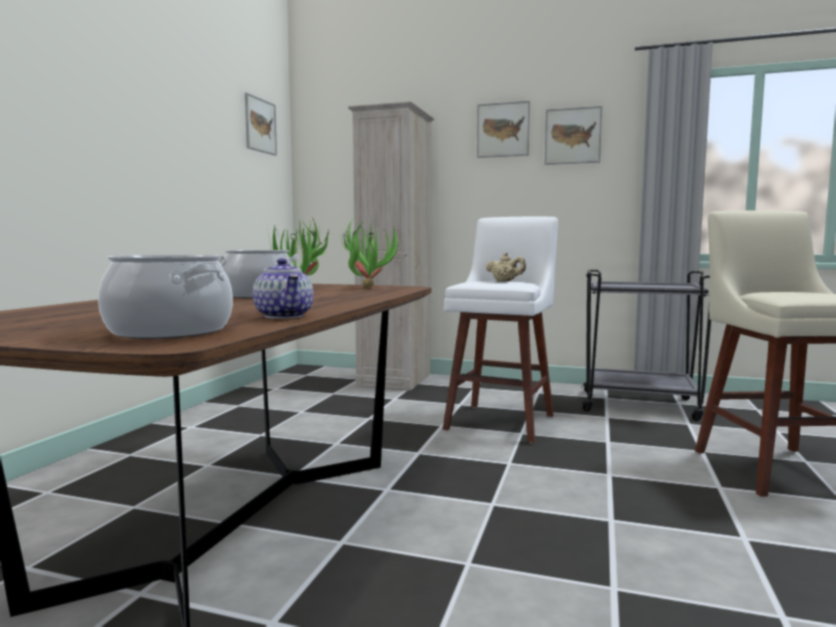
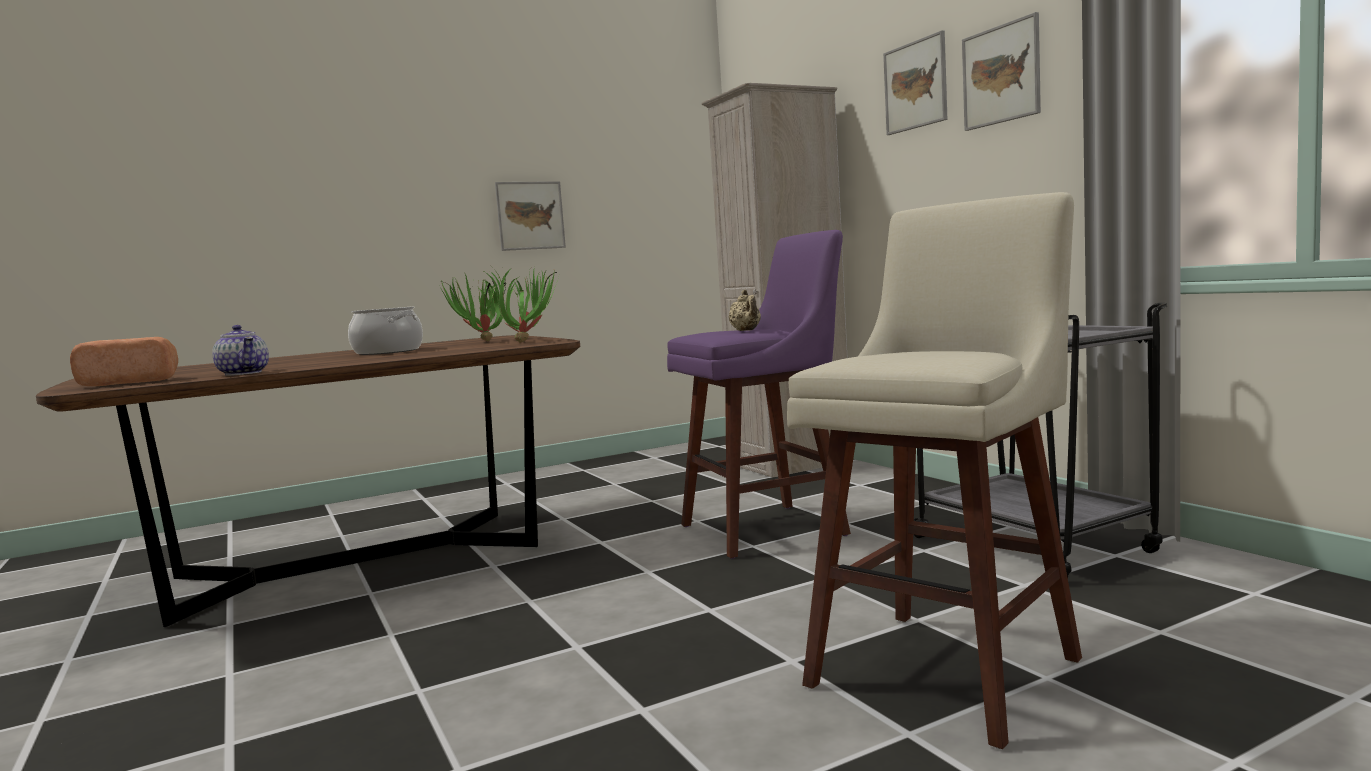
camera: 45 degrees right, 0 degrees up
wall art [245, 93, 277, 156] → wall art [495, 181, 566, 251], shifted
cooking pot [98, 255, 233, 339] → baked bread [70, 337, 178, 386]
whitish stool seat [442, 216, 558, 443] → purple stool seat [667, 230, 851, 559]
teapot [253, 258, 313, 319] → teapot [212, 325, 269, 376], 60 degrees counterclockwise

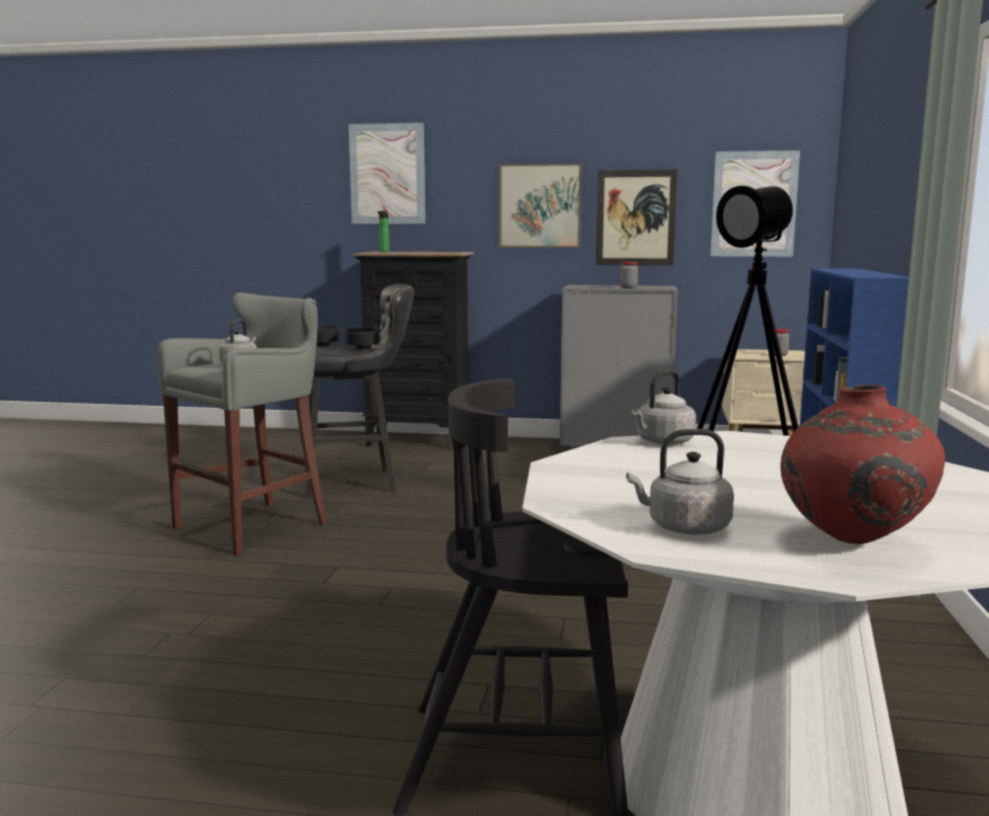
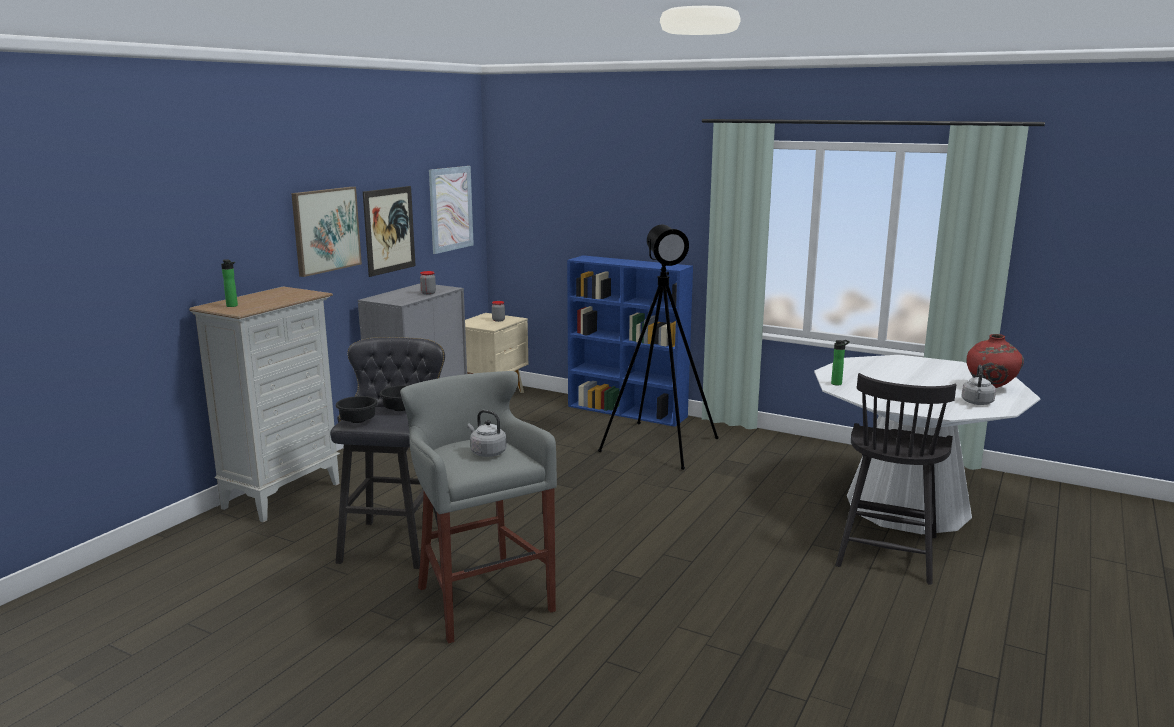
camera: 70 degrees left, 5 degrees up
wall art [349, 123, 425, 224] → -
gray water kettle [632, 370, 696, 445] → bottle [831, 340, 850, 385]
black-coloured dresser [353, 252, 474, 450] → whitish dresser [189, 286, 340, 522]

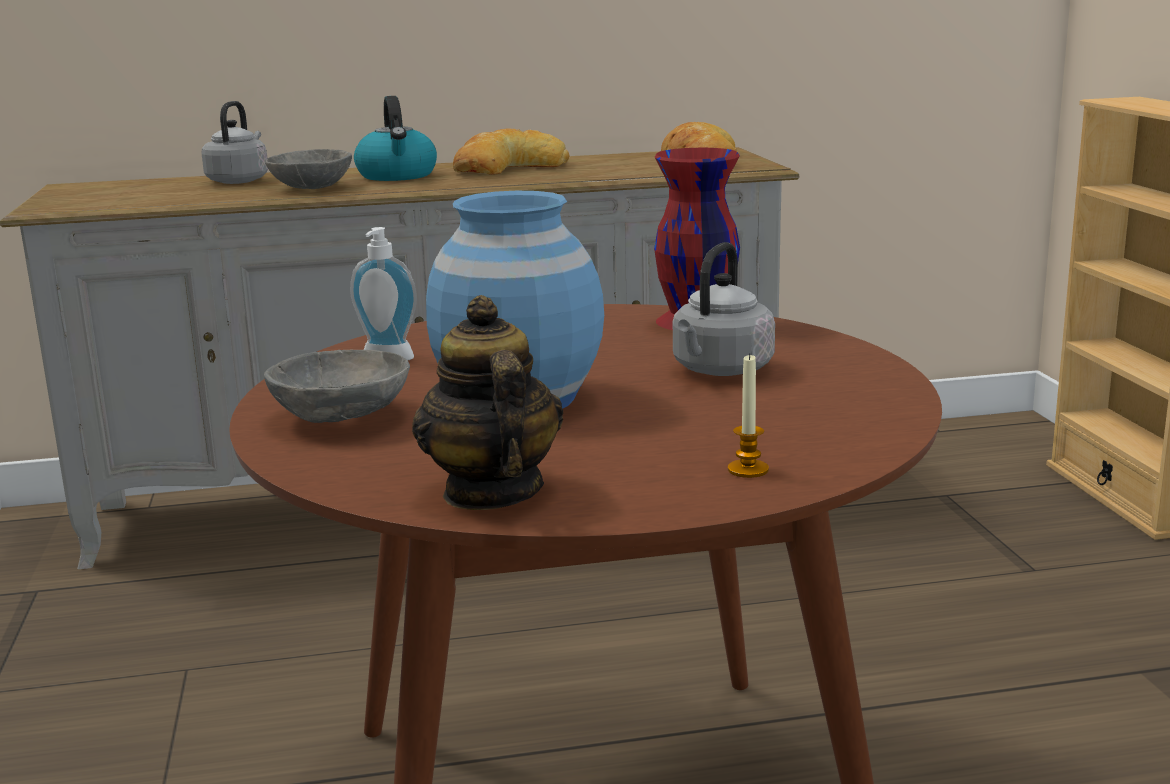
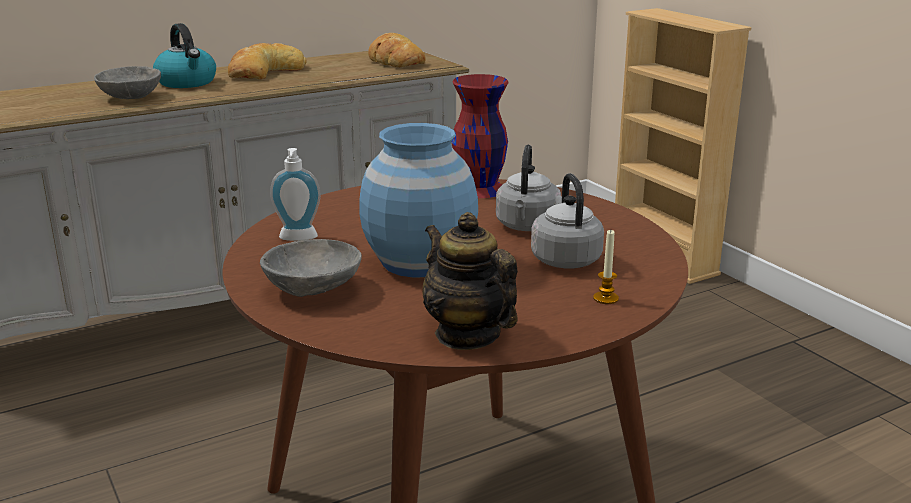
camera: 20 degrees left, 5 degrees up
gray water kettle [201, 101, 268, 184] → gray water kettle [531, 173, 604, 268], shifted

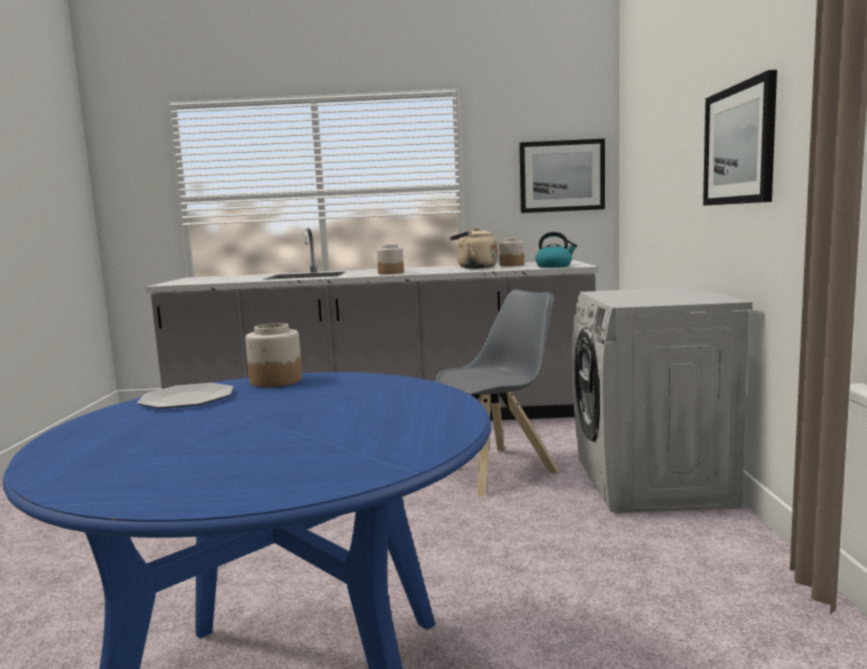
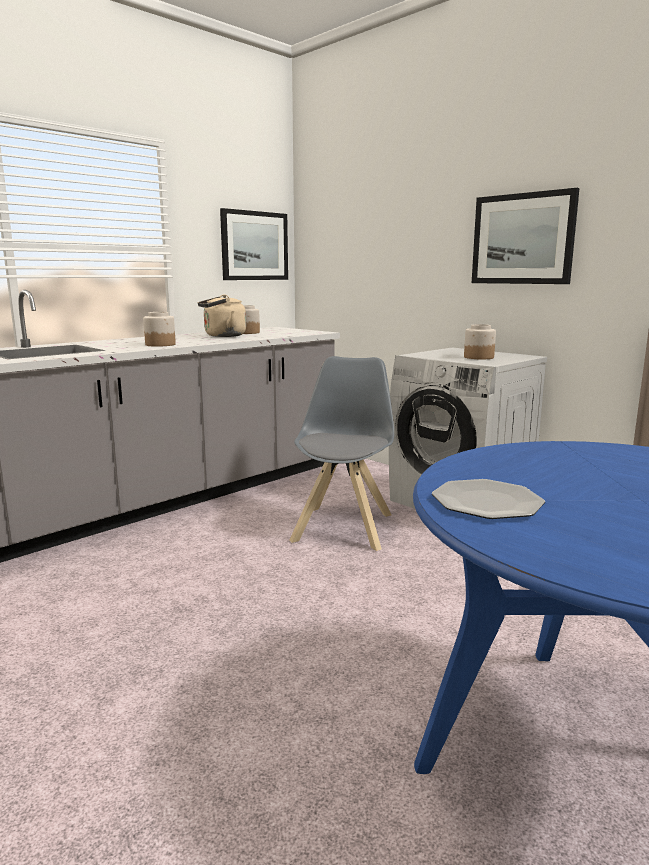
camera: 45 degrees left, 5 degrees up
water kettle [535, 232, 577, 268] → -
jar [245, 323, 302, 387] → jar [464, 324, 496, 359], shifted

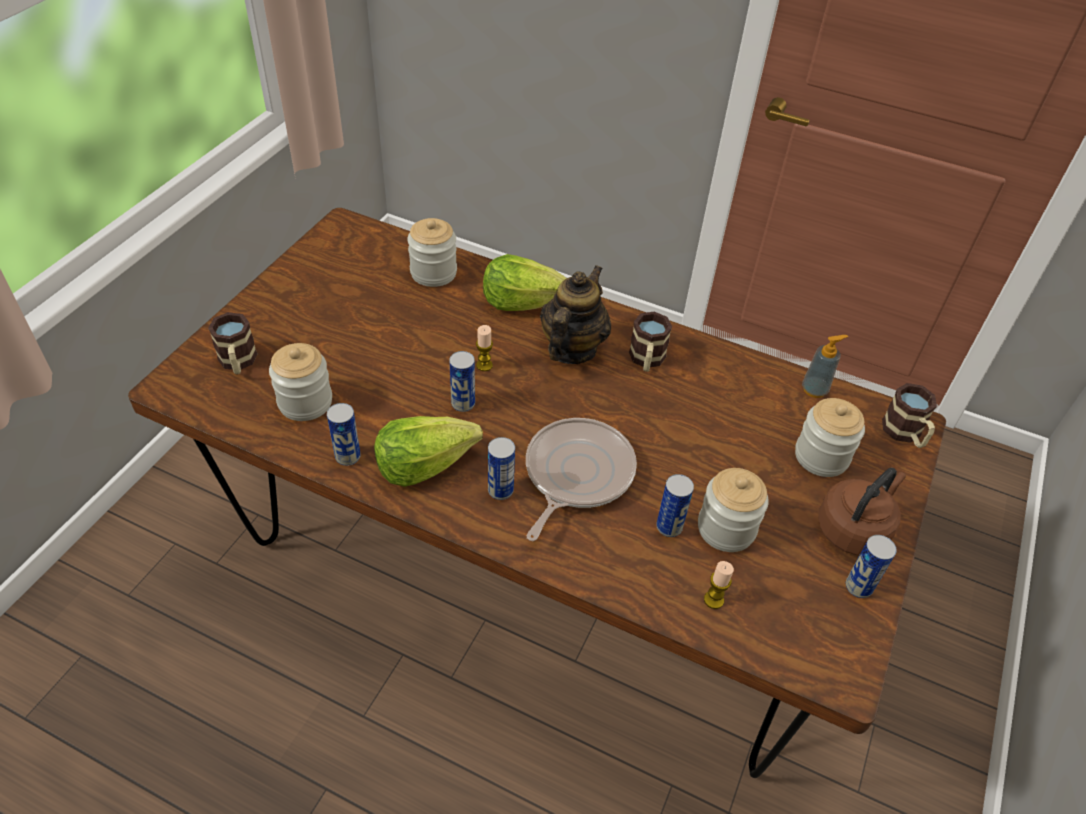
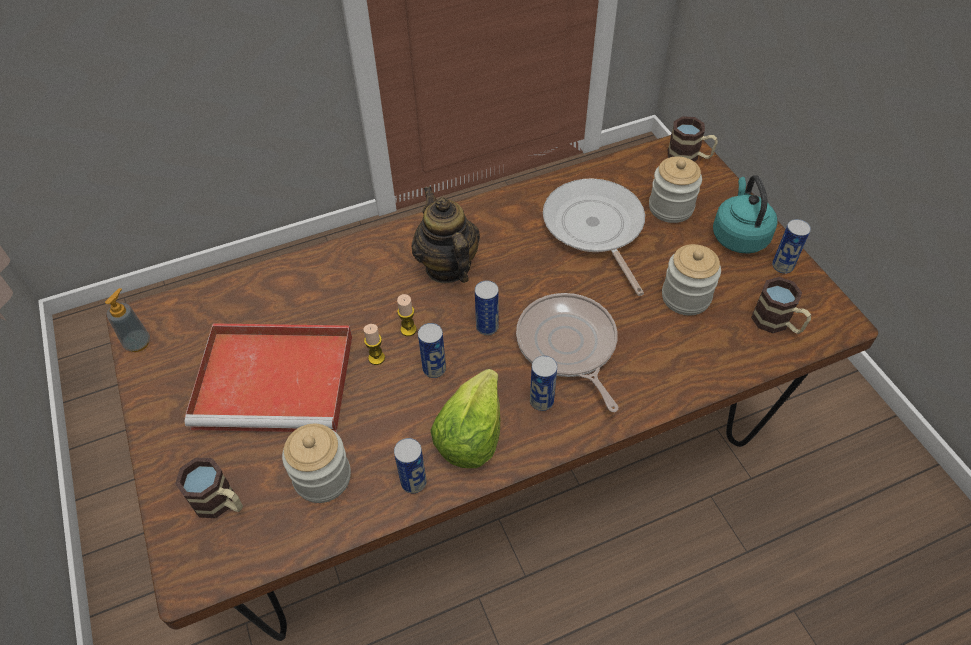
camera: 45 degrees left, 5 degrees up
jar [407, 218, 457, 287] → -
lettuce head [483, 254, 567, 311] → -
- → red-coloured serving tray [185, 323, 352, 433]
- → pan [543, 178, 645, 296]
coffee mug [629, 312, 672, 372] → coffee mug [751, 277, 811, 334], shifted
can [656, 474, 694, 537] → can [475, 281, 499, 335], shifted
candle [704, 561, 734, 609] → candle [363, 324, 385, 365], shifted
liquid soap bottle [802, 335, 848, 398] → liquid soap bottle [105, 288, 150, 352], shifted
brown-coloured water kettle [818, 468, 906, 555] → turquoise-coloured water kettle [713, 175, 777, 254]

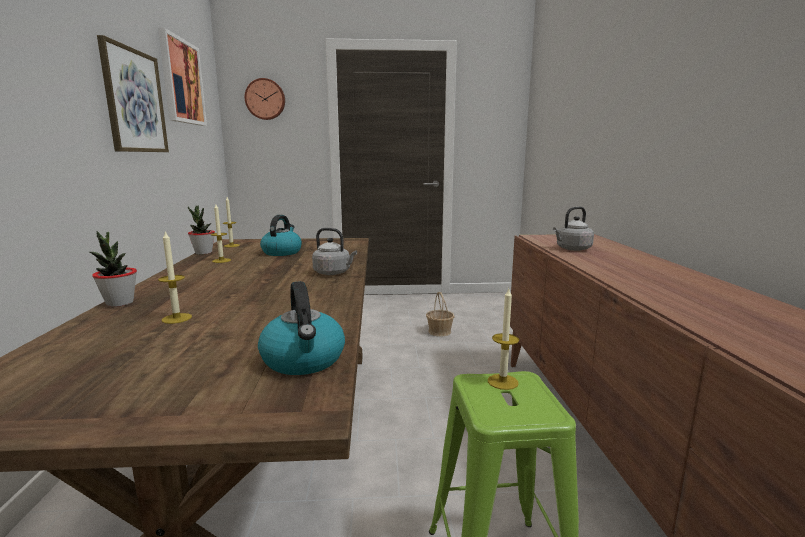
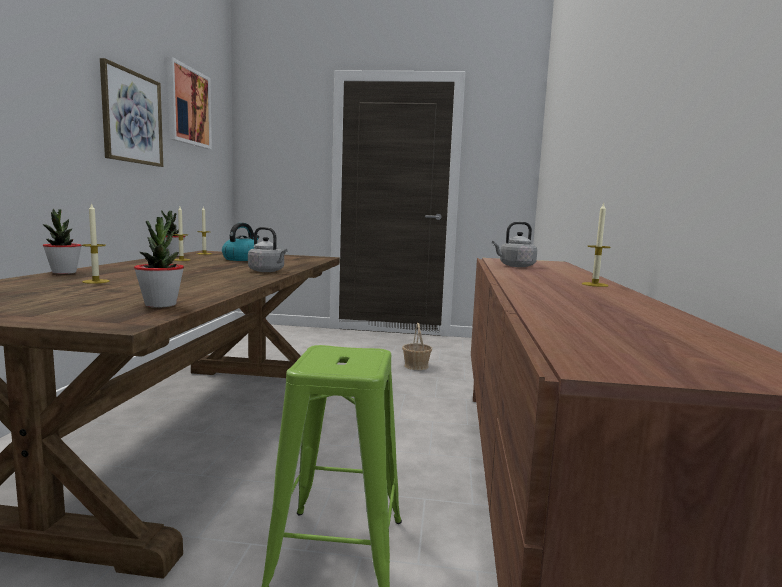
camera: 10 degrees right, 5 degrees down
hanging clock [245, 78, 285, 120] → -
candle [488, 289, 519, 390] → candle [582, 203, 611, 287], shifted
water kettle [258, 281, 345, 375] → houseplant [134, 217, 184, 308]

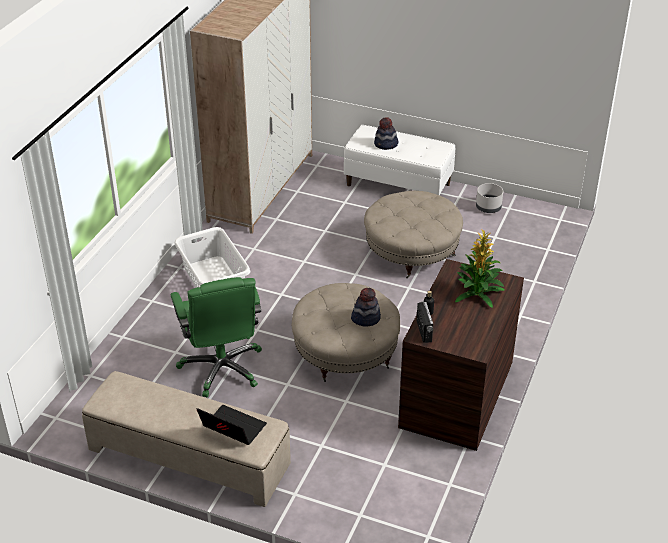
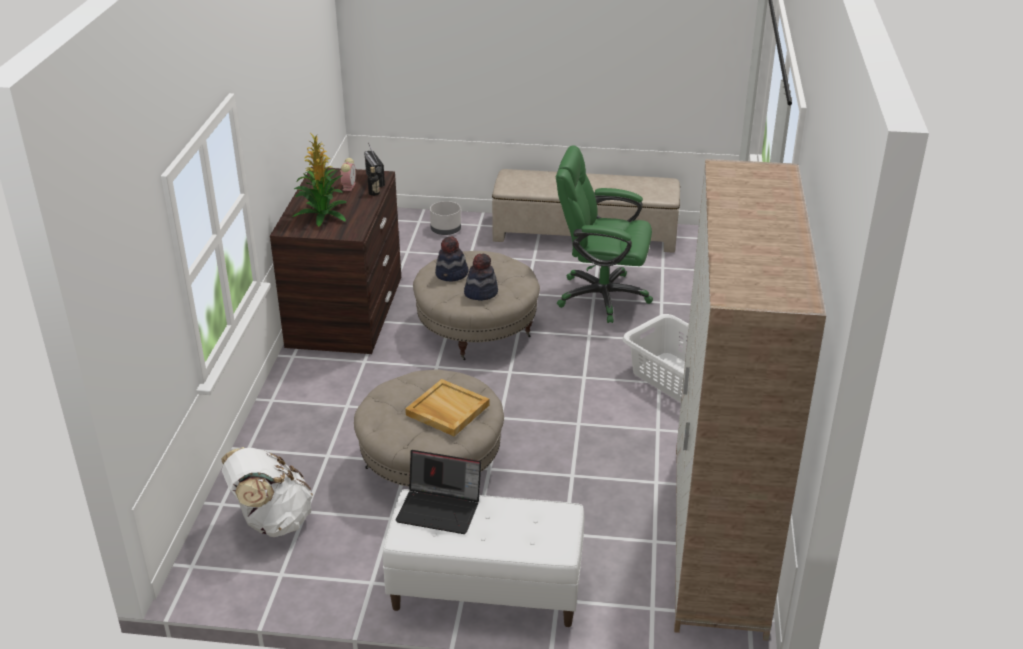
camera: 165 degrees right, 5 degrees down
- → whitish knapsack [221, 447, 313, 537]
- → table clock [340, 158, 356, 191]
- → sand-coloured serving tray [405, 379, 489, 436]
laptop [196, 405, 267, 445] → laptop [396, 450, 481, 534], shifted
clothing hat [374, 117, 399, 150] → clothing hat [464, 254, 498, 301], shifted
gray planter [476, 183, 503, 213] → gray planter [430, 201, 461, 235], shifted
green desk chair [171, 277, 262, 397] → green desk chair [556, 146, 653, 323], 45 degrees counterclockwise

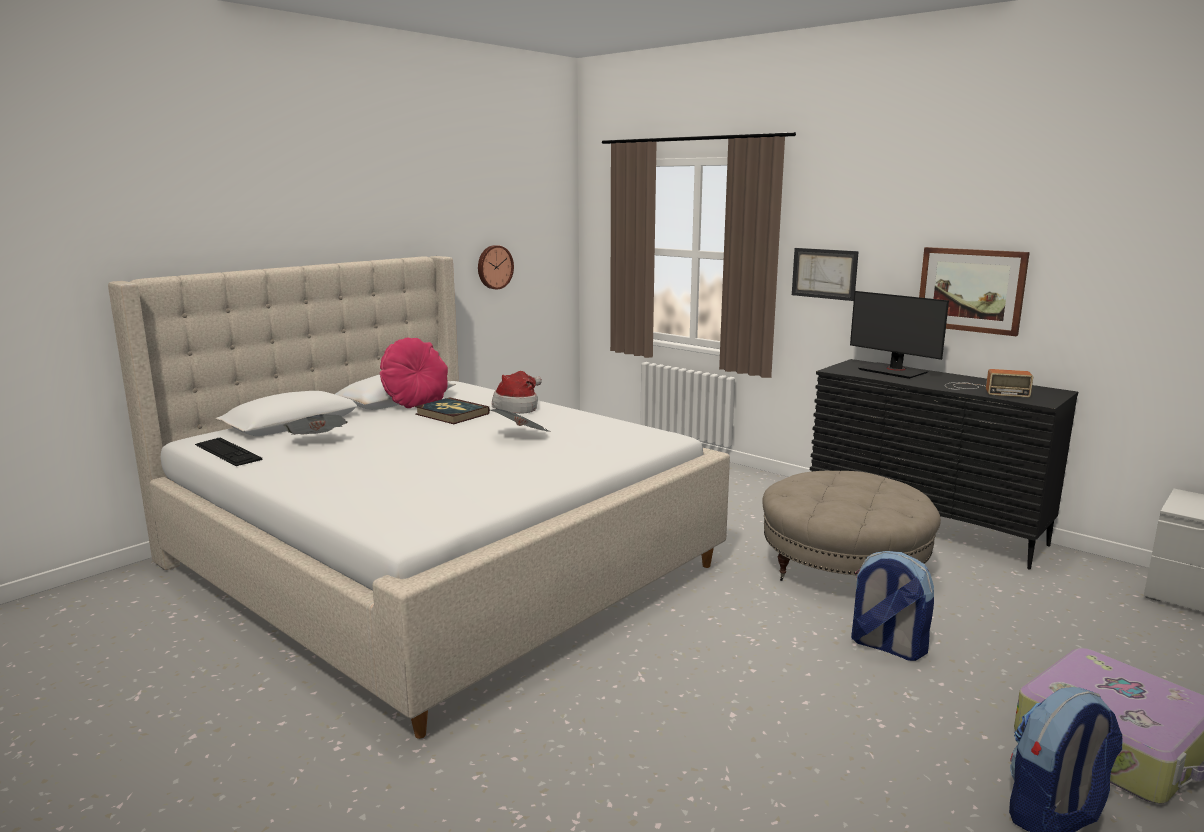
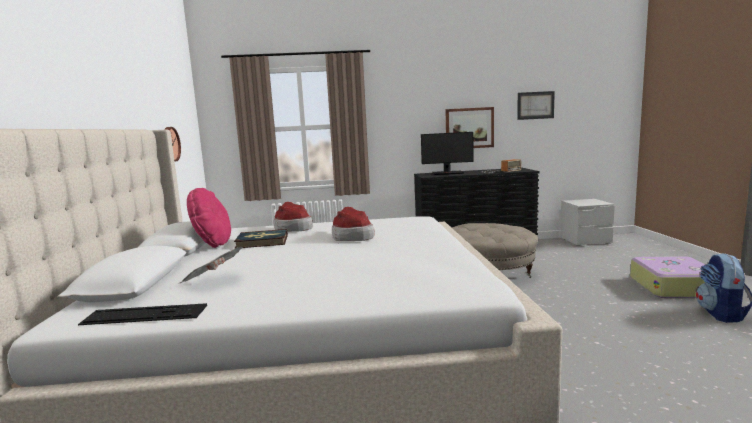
camera: 45 degrees left, 5 degrees down
knapsack [851, 551, 934, 661] → -
wall art [792, 248, 859, 301] → wall art [517, 91, 555, 120], shifted
printed paper [490, 409, 549, 432] → clothing hat [332, 207, 375, 241]

